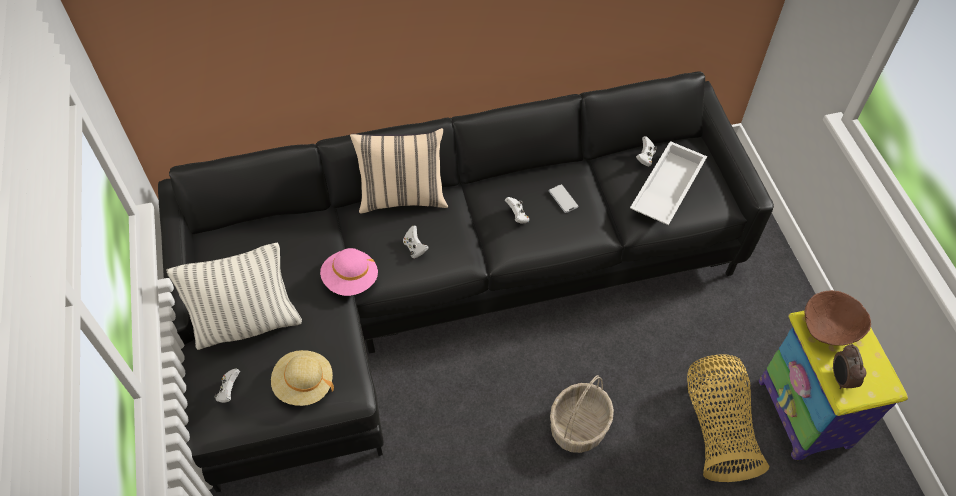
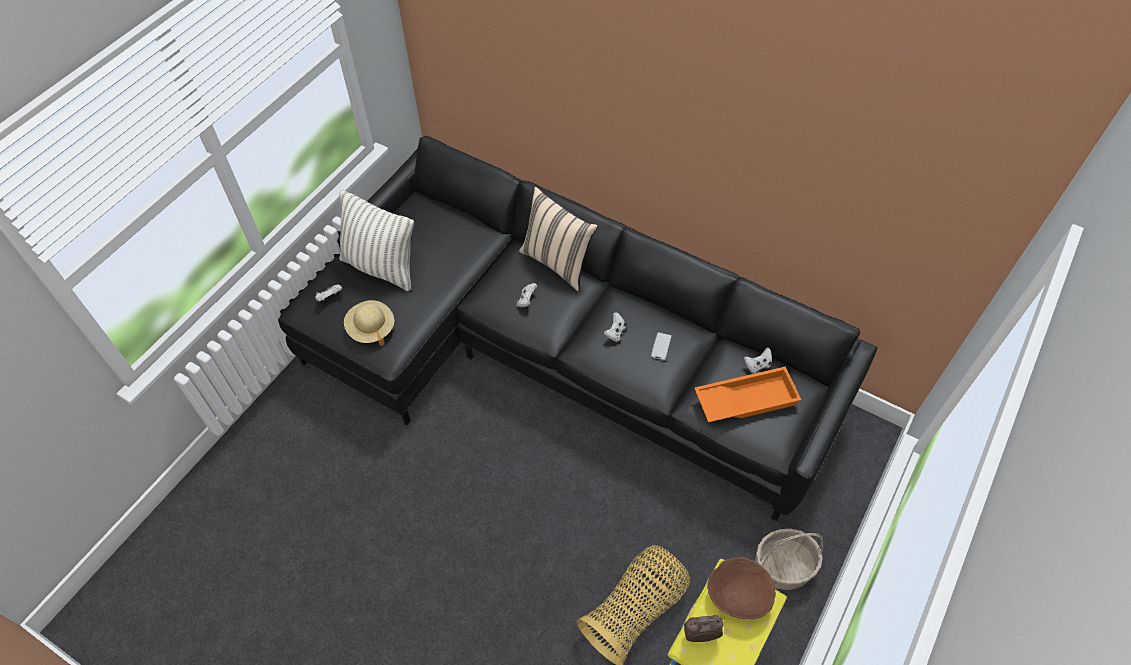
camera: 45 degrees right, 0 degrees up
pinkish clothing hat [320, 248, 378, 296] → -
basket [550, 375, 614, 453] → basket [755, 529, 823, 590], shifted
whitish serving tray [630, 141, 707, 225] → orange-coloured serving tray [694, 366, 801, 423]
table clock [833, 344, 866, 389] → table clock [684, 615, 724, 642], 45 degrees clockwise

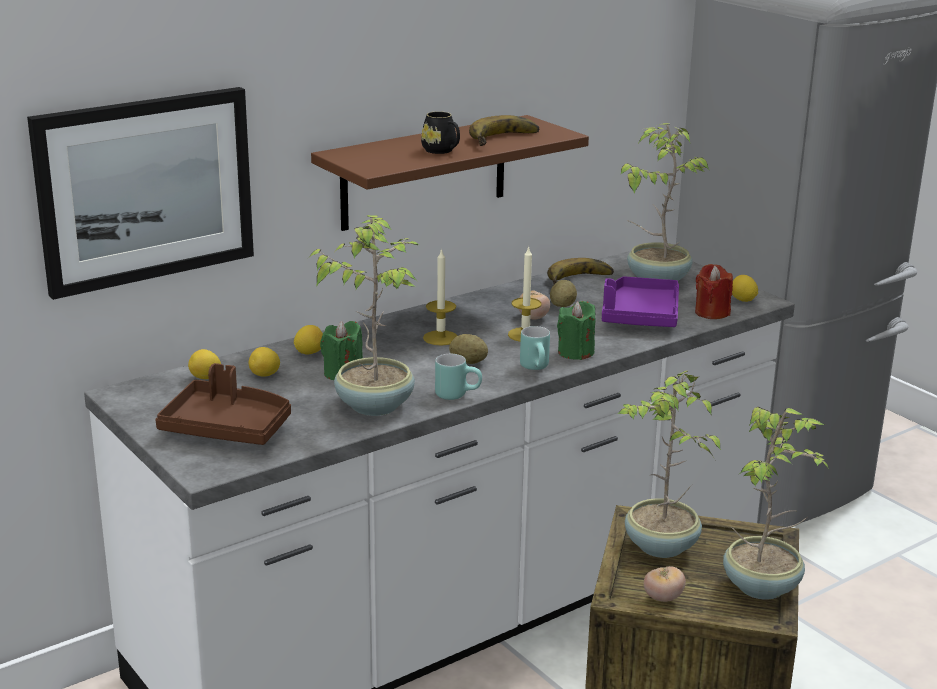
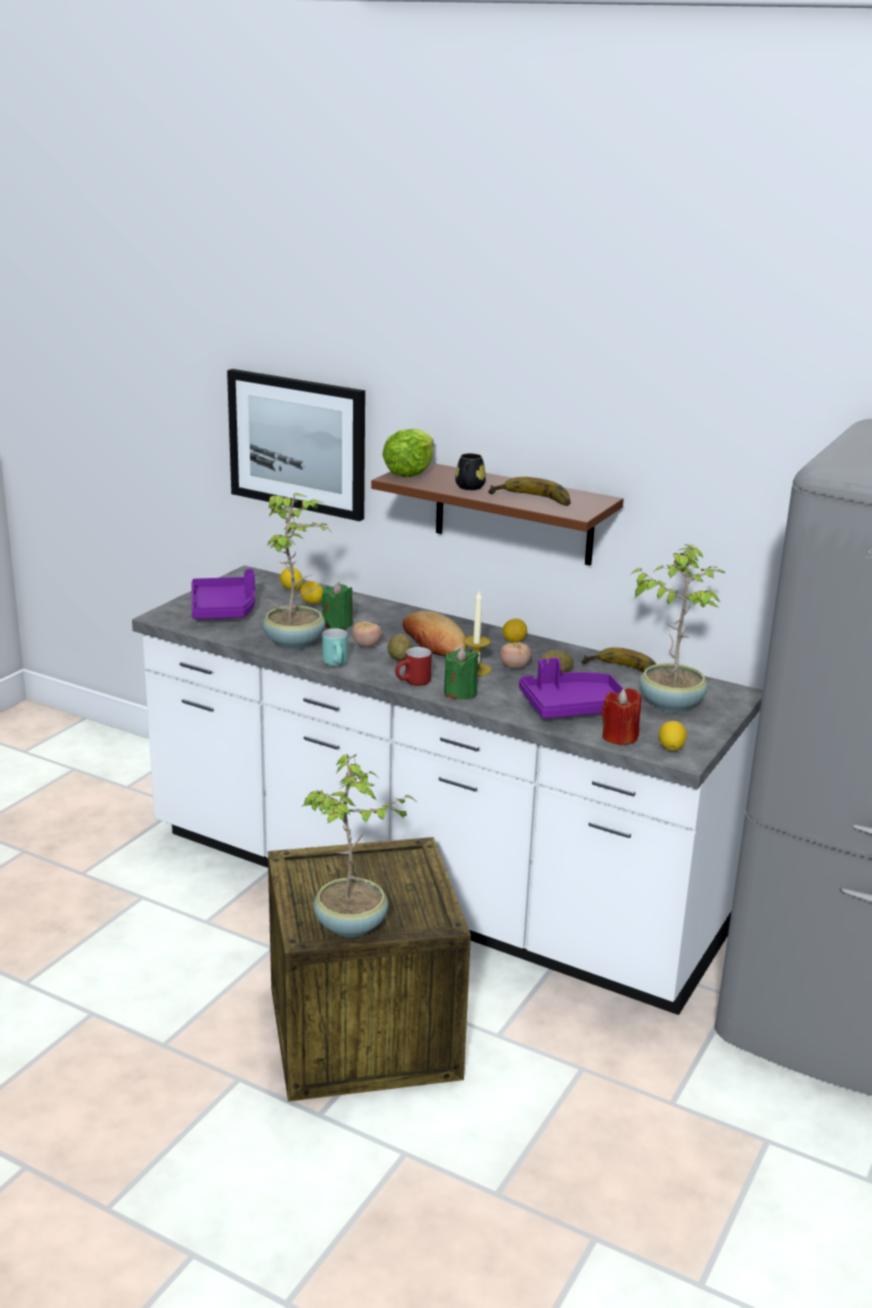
camera: 65 degrees right, 0 degrees up
houseplant [618, 370, 721, 558] → -
- → lettuce head [383, 429, 434, 477]
lemon [294, 325, 323, 354] → lemon [502, 619, 527, 642], shifted
tomato [644, 566, 686, 602] → tomato [352, 621, 382, 647], shifted
candle [423, 248, 457, 346] → baked bread [403, 611, 468, 657]
brown-coloured serving tray [155, 363, 291, 445] → purple serving tray [191, 569, 255, 619]
turquoise-coloured coffee mug [520, 326, 550, 370] → red-coloured coffee mug [395, 647, 432, 686]

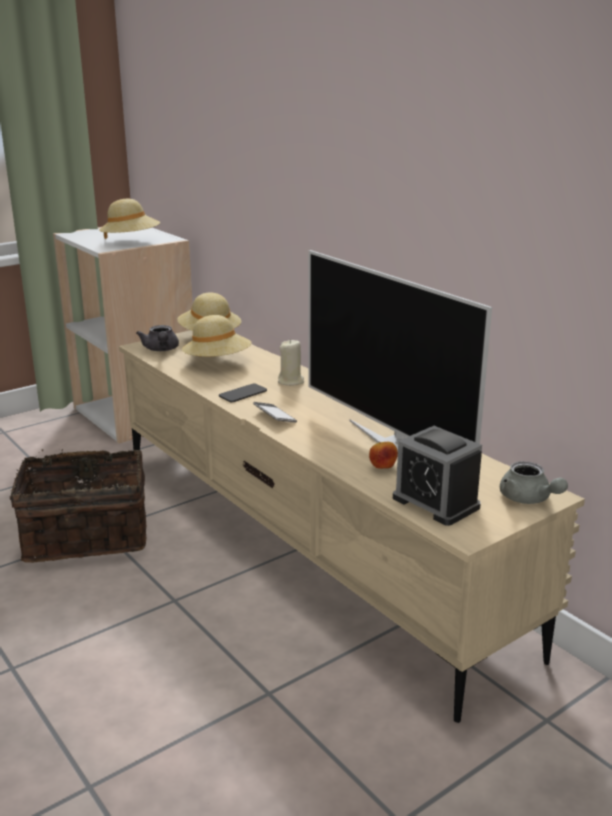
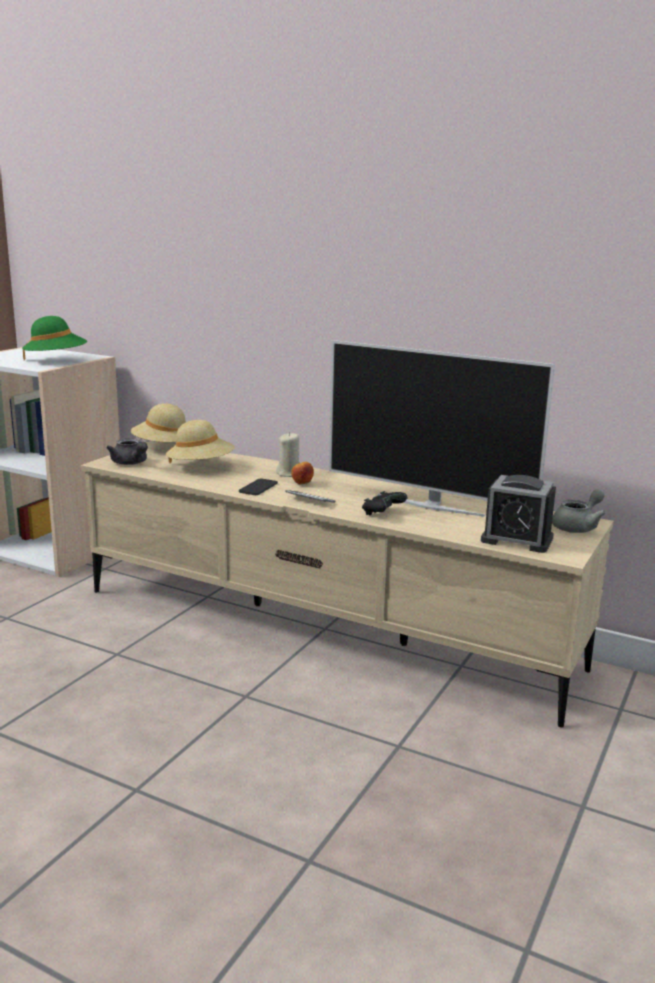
camera: 25 degrees left, 5 degrees down
basket [10, 448, 147, 563] → -
- → black-coloured game controller [362, 491, 408, 515]
apple [369, 442, 398, 469] → apple [291, 462, 314, 484], shifted
sand-coloured clothing hat [99, 199, 160, 239] → green clothing hat [22, 316, 87, 360]
gray teapot [500, 461, 568, 504] → gray teapot [552, 489, 606, 533], 75 degrees counterclockwise

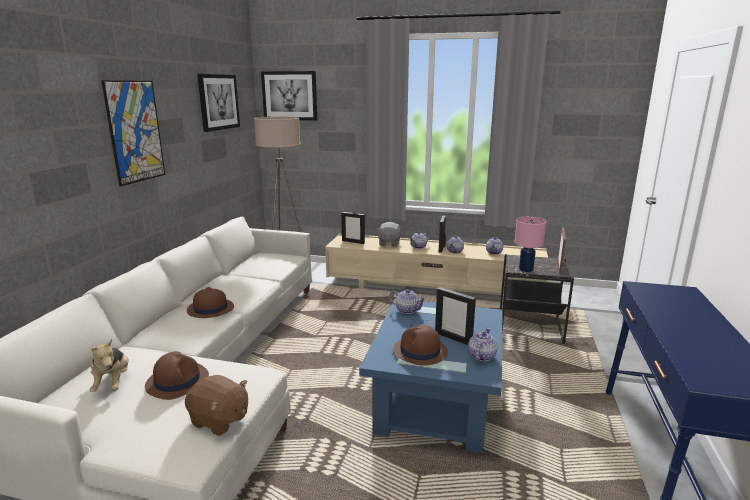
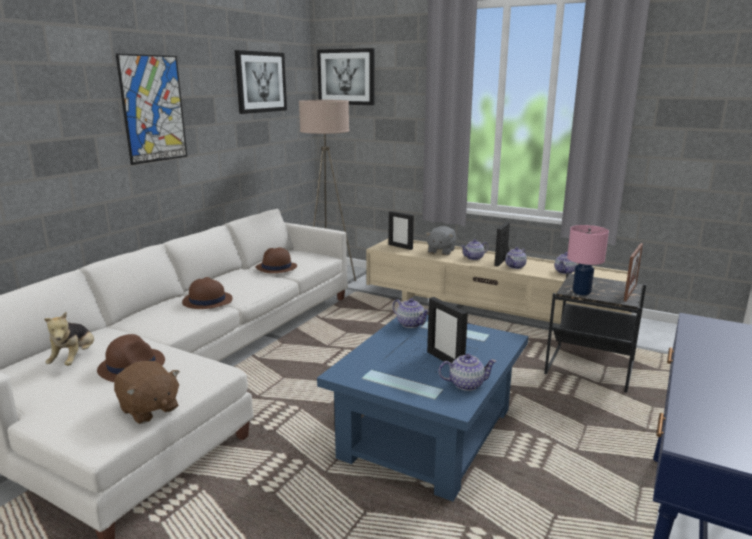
camera: 15 degrees right, 0 degrees up
brown-coloured clothing hat [393, 324, 448, 366] → brown-coloured clothing hat [255, 247, 297, 273], shifted
teapot [468, 328, 497, 361] → teapot [439, 354, 497, 391], 45 degrees clockwise

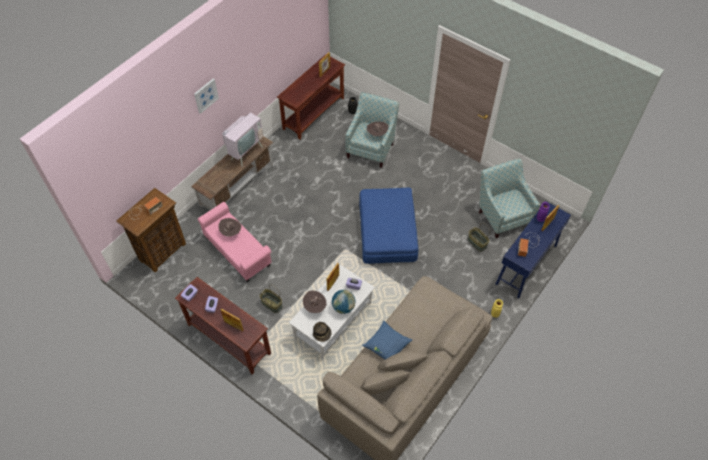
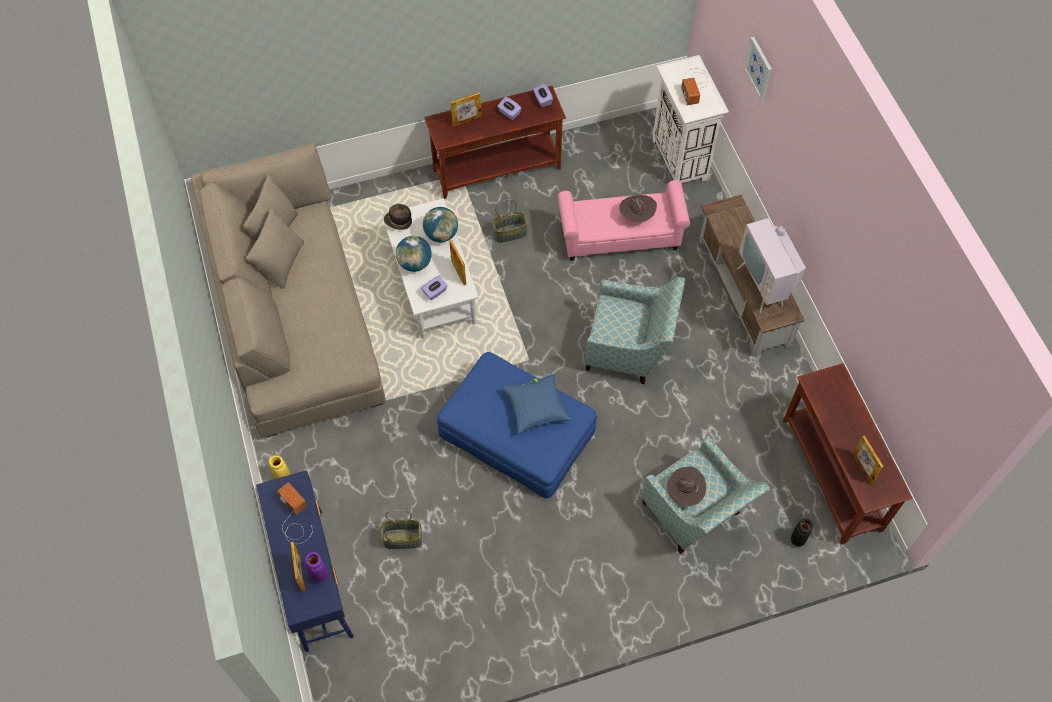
camera: 125 degrees right, 5 degrees up
wall art [194, 78, 219, 114] → wall art [744, 37, 772, 101], shifted
blue pillow [362, 321, 412, 360] → blue pillow [503, 374, 570, 434], shifted
armchair [479, 158, 540, 238] → armchair [585, 277, 686, 384], shifted
brown-coloured clothing hat [303, 291, 326, 313] → world globe [423, 207, 458, 242]
brown-coloured storage cabinet [116, 188, 186, 273] → whitish storage cabinet [653, 55, 729, 185]

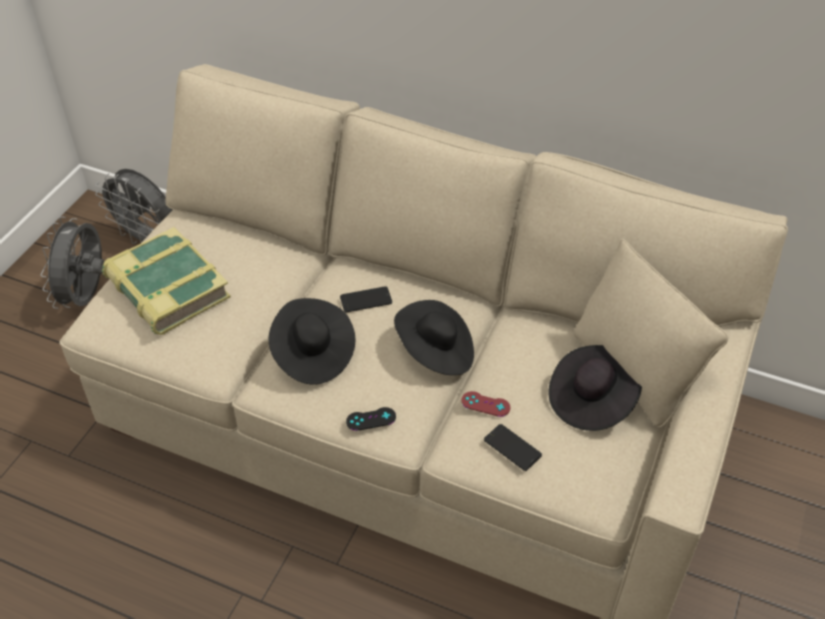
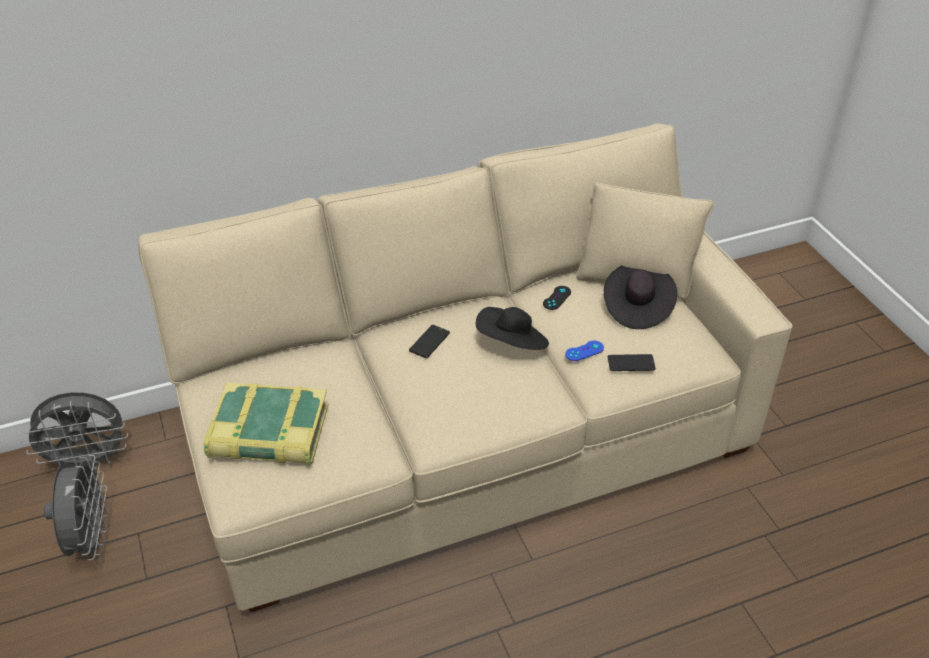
camera: 45 degrees left, 5 degrees down
black-coloured clothing hat [269, 298, 355, 385] → -
black-coloured game controller [346, 407, 396, 431] → black-coloured game controller [543, 286, 571, 310], shifted
red-coloured game controller [461, 391, 511, 417] → blue game controller [565, 341, 604, 361]
gray electric fan [40, 217, 105, 309] → gray electric fan [44, 455, 109, 561], 150 degrees counterclockwise

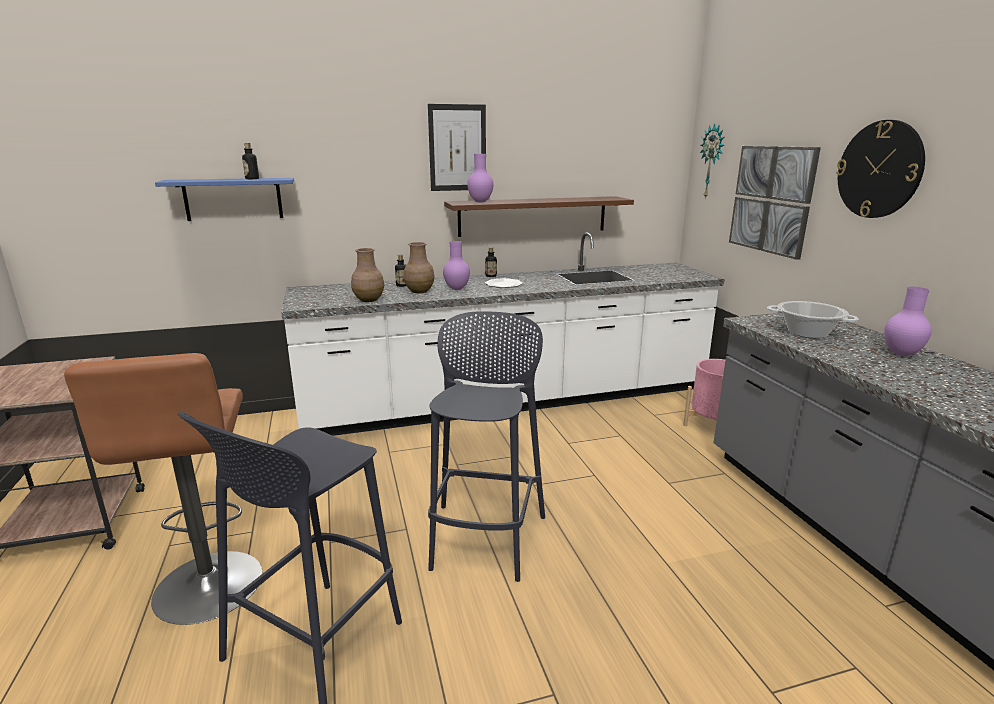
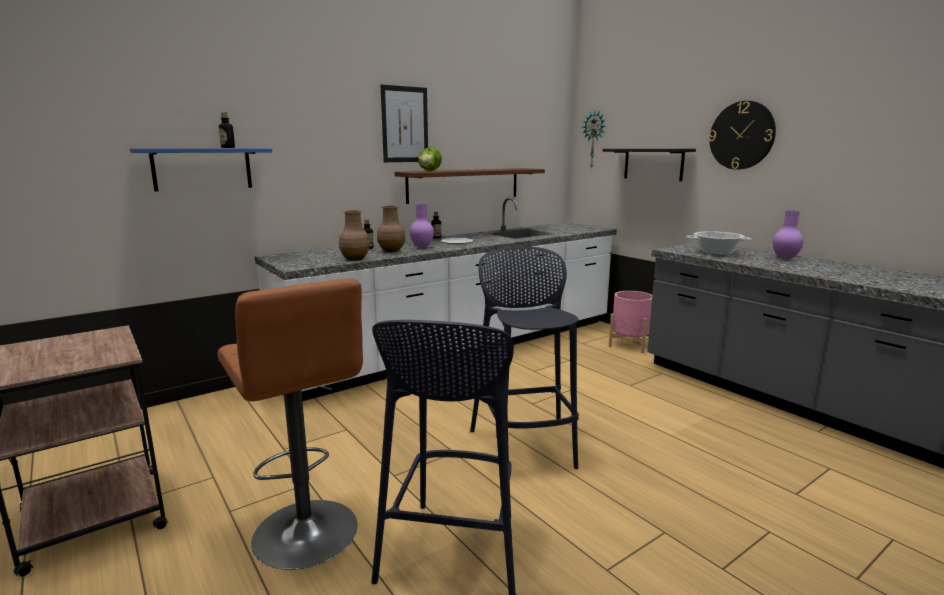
camera: 20 degrees left, 5 degrees down
purple flower vase [467, 154, 494, 203] → lettuce head [418, 147, 442, 171]
wall art [729, 146, 821, 260] → black-coloured bracket shelf [602, 149, 696, 181]

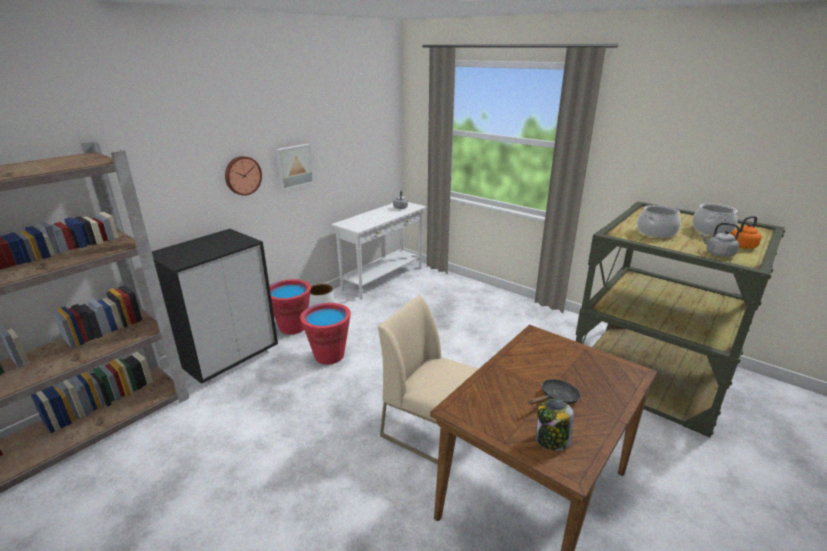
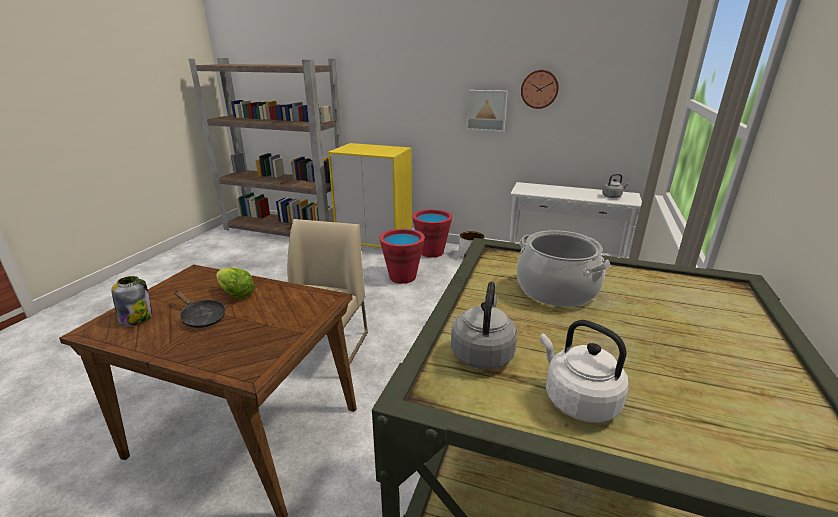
camera: 70 degrees right, 0 degrees up
cooking pot [692, 203, 738, 235] → -
- → lettuce head [216, 268, 255, 298]
hanging clock [225, 156, 262, 196] → hanging clock [521, 70, 559, 109], shifted
black-coloured storage cabinet [152, 229, 278, 384] → yellowish storage cabinet [328, 143, 412, 248]
orange-coloured water kettle [730, 216, 762, 249] → whitish water kettle [540, 320, 629, 423]

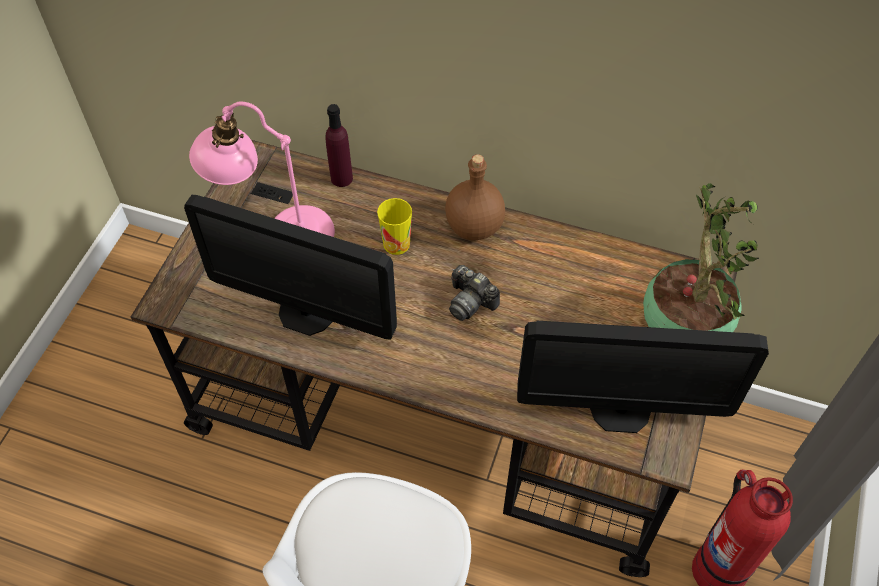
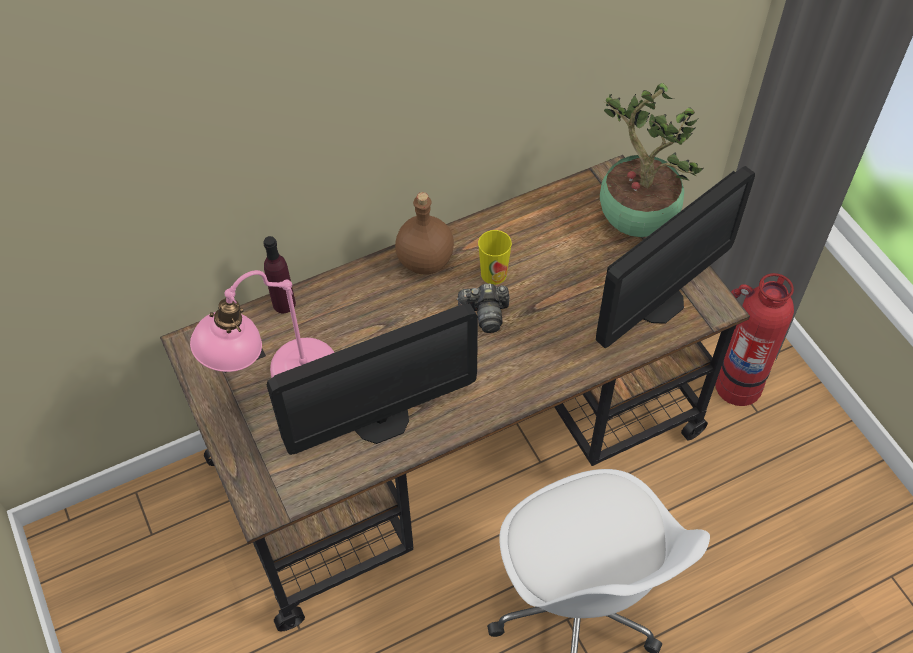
camera: 45 degrees left, 0 degrees up
drinking cup [377, 198, 412, 255] → drinking cup [478, 230, 512, 285], shifted

